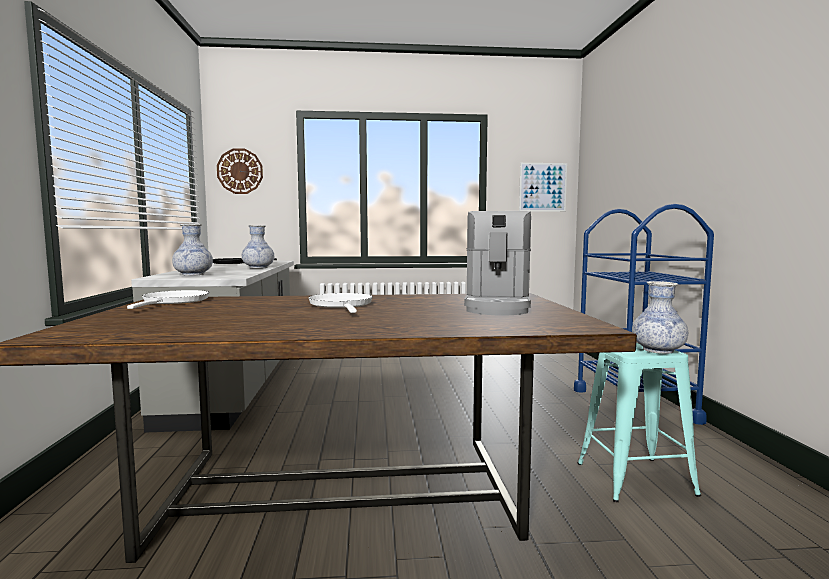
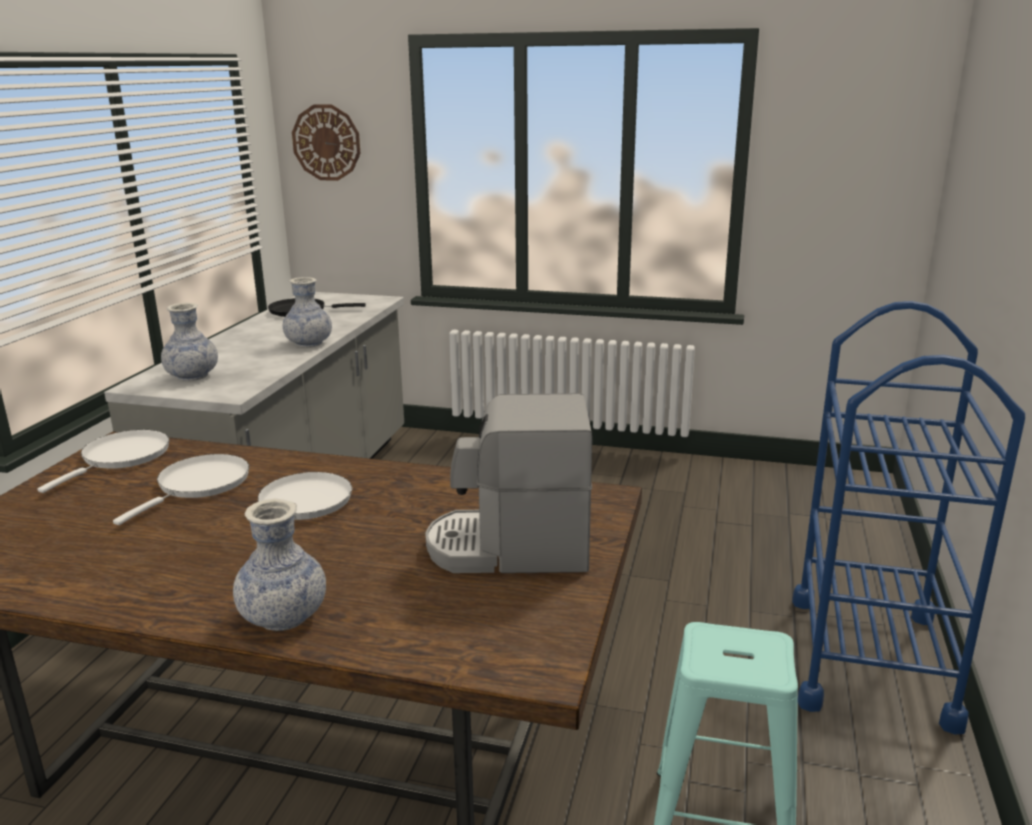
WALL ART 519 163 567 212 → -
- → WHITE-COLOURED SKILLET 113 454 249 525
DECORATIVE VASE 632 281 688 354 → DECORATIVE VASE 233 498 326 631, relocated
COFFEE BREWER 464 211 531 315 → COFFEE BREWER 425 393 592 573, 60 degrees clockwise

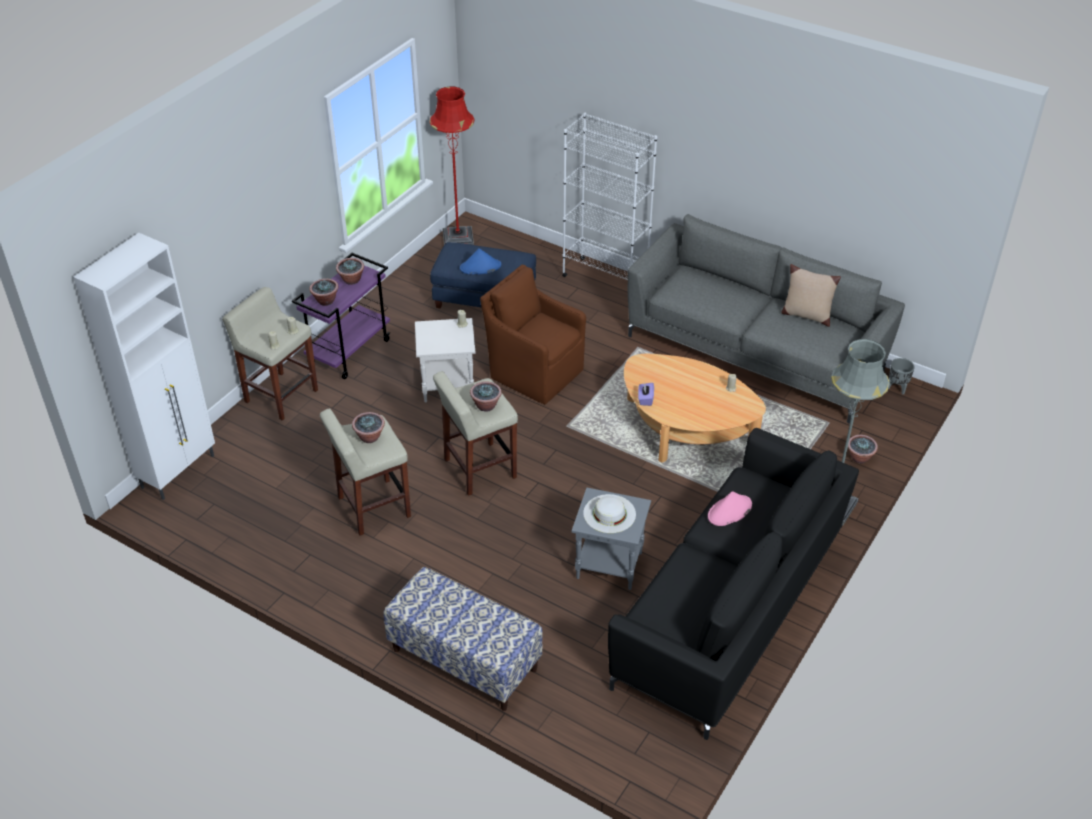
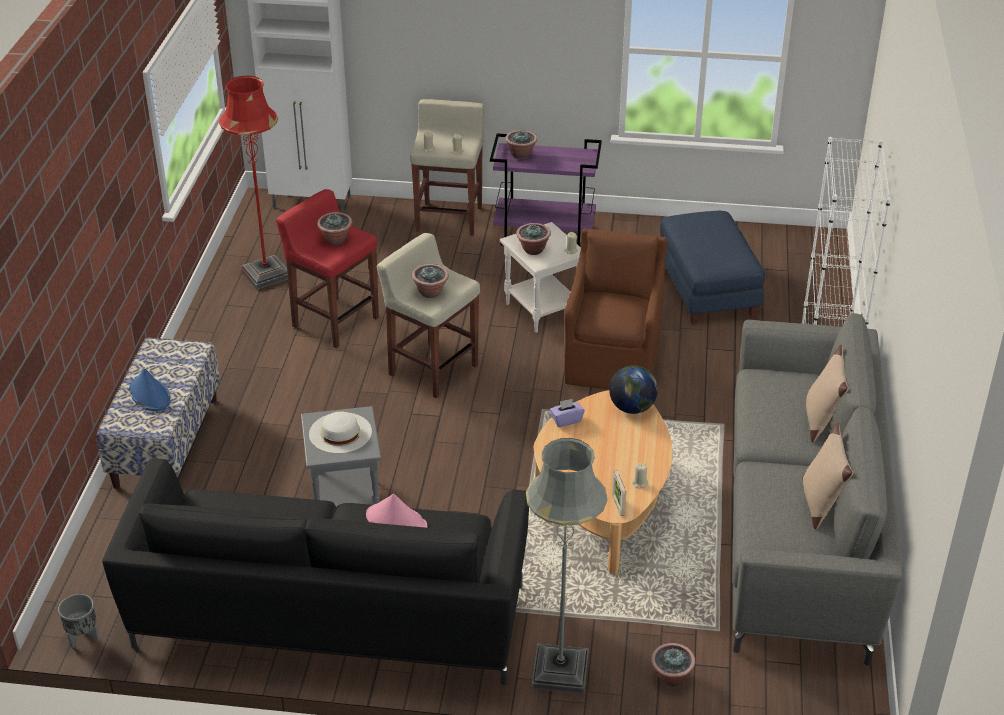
- → GLOBE 609 365 658 414
- → PHOTO FRAME 612 470 626 516
- → BEIGE THROW PILLOW 806 345 849 442
PLANT IN A POT 336 258 364 285 → PLANT IN A POT 516 223 551 255, relocated
RED STANDING LAMP 429 86 475 245 → RED STANDING LAMP 219 76 288 290, relocated
BLUE HAT 460 248 501 274 → BLUE HAT 129 368 171 411, relocated
GREY PLANT POT 888 358 915 395 → GREY PLANT POT 58 594 99 648, relocated
BEIGE SITTING STOOL 320 408 411 535 → RED SITTING STOOL 276 189 379 348

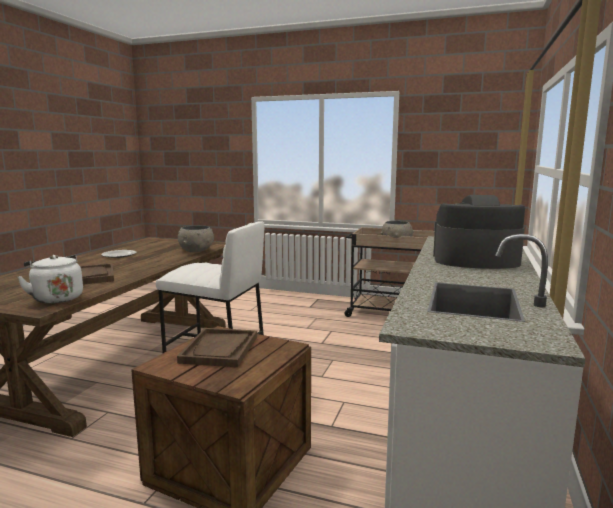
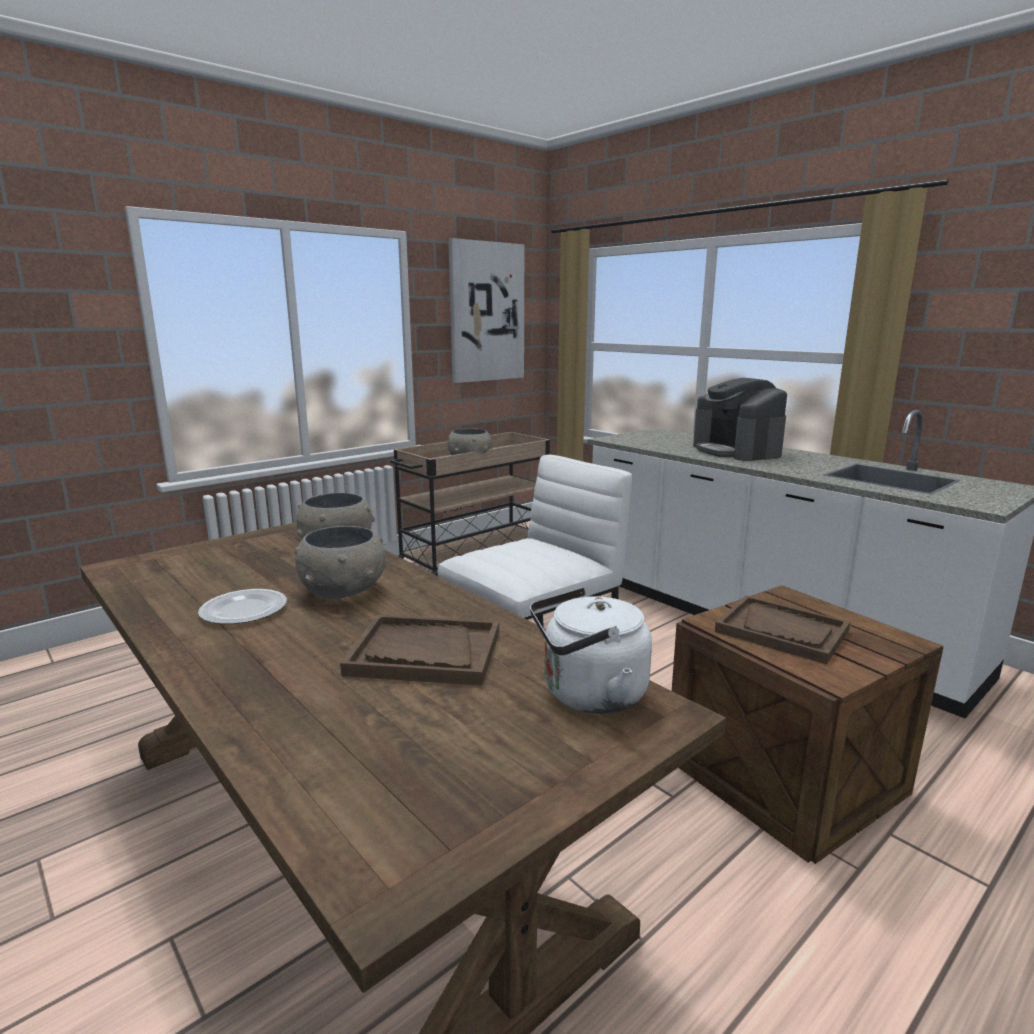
- → GREY DEEP DISH 295 526 386 599
- → WALL ART 448 238 524 383
COFFEE BREWER 433 195 525 269 → COFFEE BREWER 693 378 787 461, 60 degrees counterclockwise

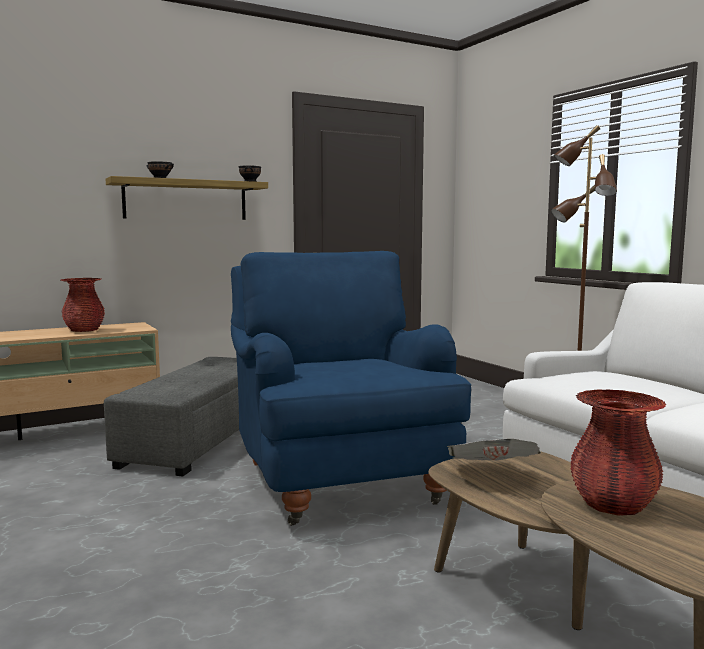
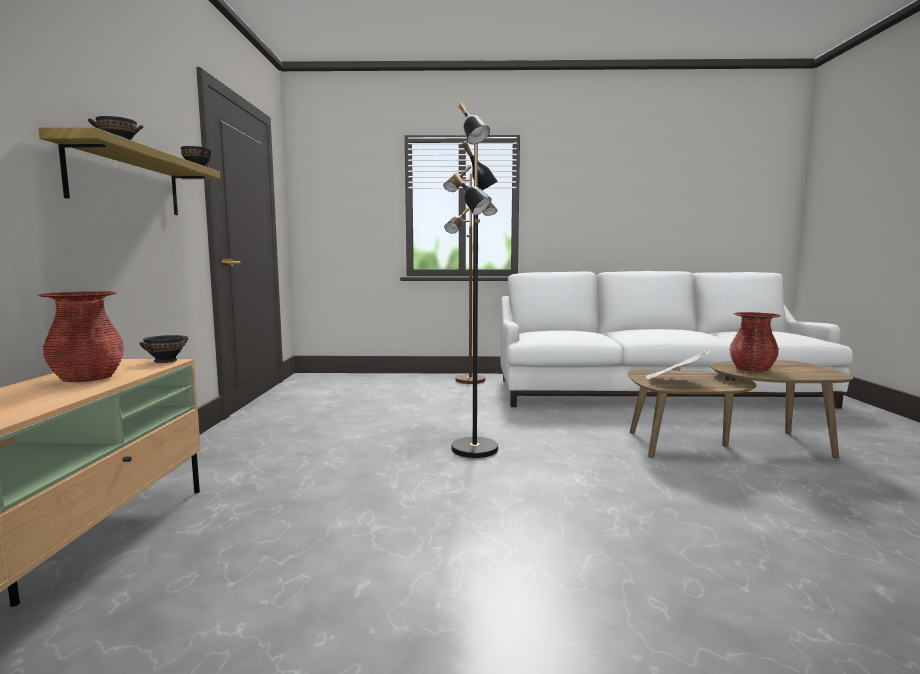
GREY POUFFE 104 357 239 477 → -
- → BLACKISH DEEP DISH 140 335 188 363
BLUE LOUNGE CHAIR 231 251 471 526 → BLACKISH STANDING LAMP 451 103 498 458

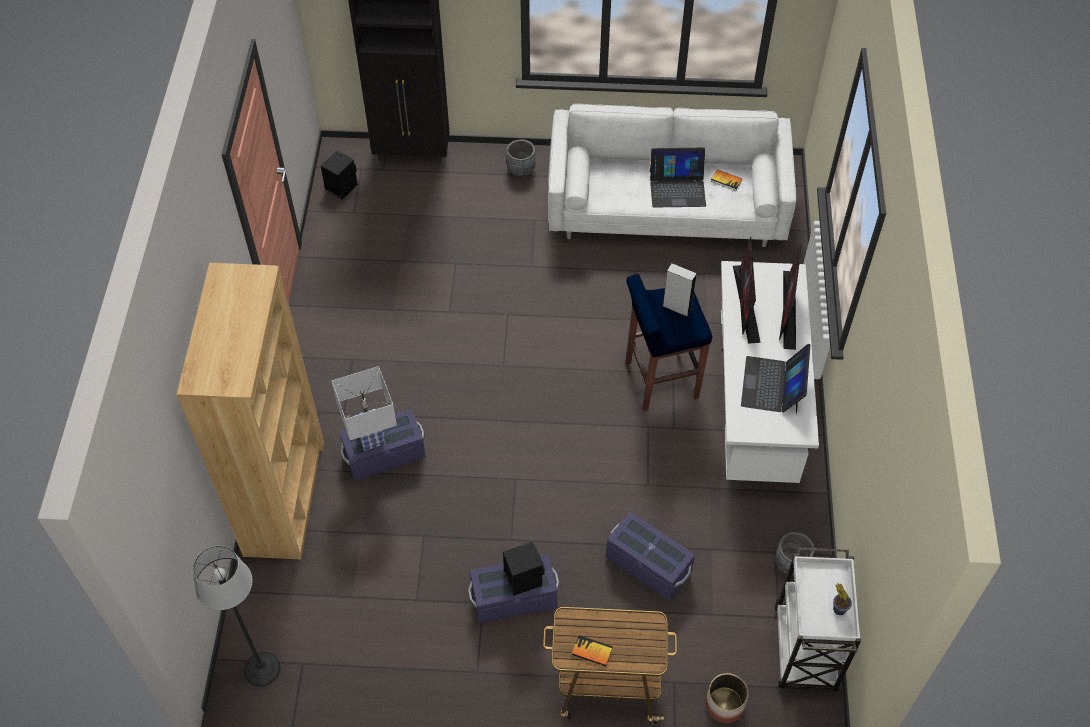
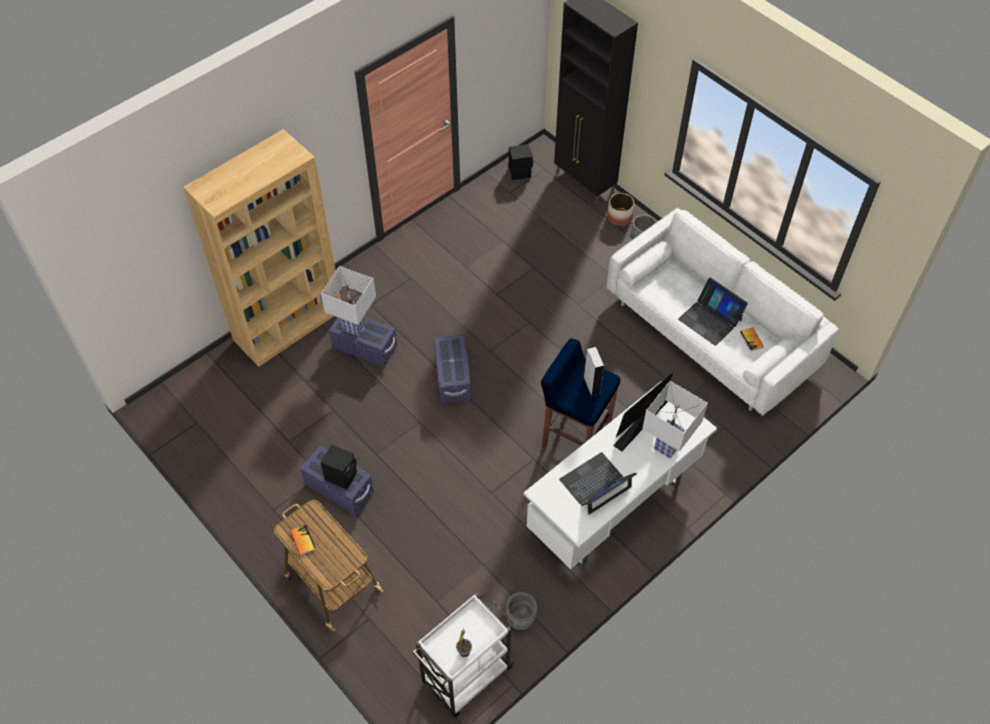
STANDING LAMP 193 546 281 687 → -
PURPLISH STORAGE CONTAINER 606 511 695 601 → PURPLISH STORAGE CONTAINER 434 335 471 404, relocated
PLANT POT 705 673 749 723 → PLANT POT 607 193 634 226, relocated
COMPUTER DISPLAY 779 243 802 350 → WHITE-COLOURED LAMP FOR A TABLE 642 381 708 458

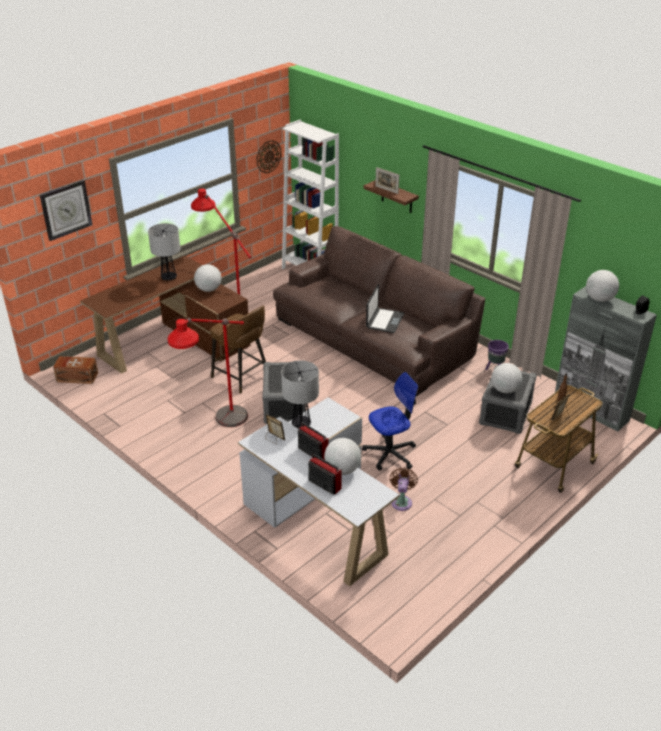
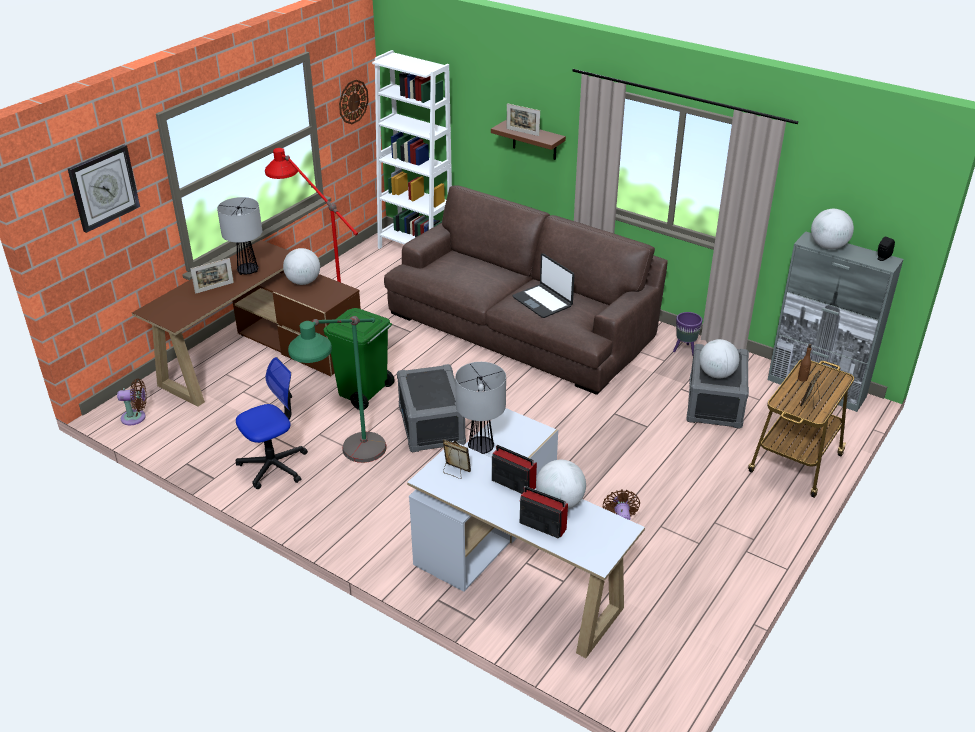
- → PHOTO FRAME 190 258 234 294
COMPUTER CHAIR 362 372 418 471 → COMPUTER CHAIR 236 357 308 489, relocated
BROWNISH STORAGE CONTAINER 53 356 98 384 → BROWNISH FAN 117 379 147 425
BROWNISH SITTING STOOL 210 305 266 394 → GREEN-COLOURED RUBBISH BIN 324 308 395 410
RED STANDING LAMP 168 318 248 427 → GREEN-COLOURED STANDING LAMP 288 316 387 463
LAPTOP 366 285 405 333 → LAPTOP 512 253 575 318, 135 degrees clockwise

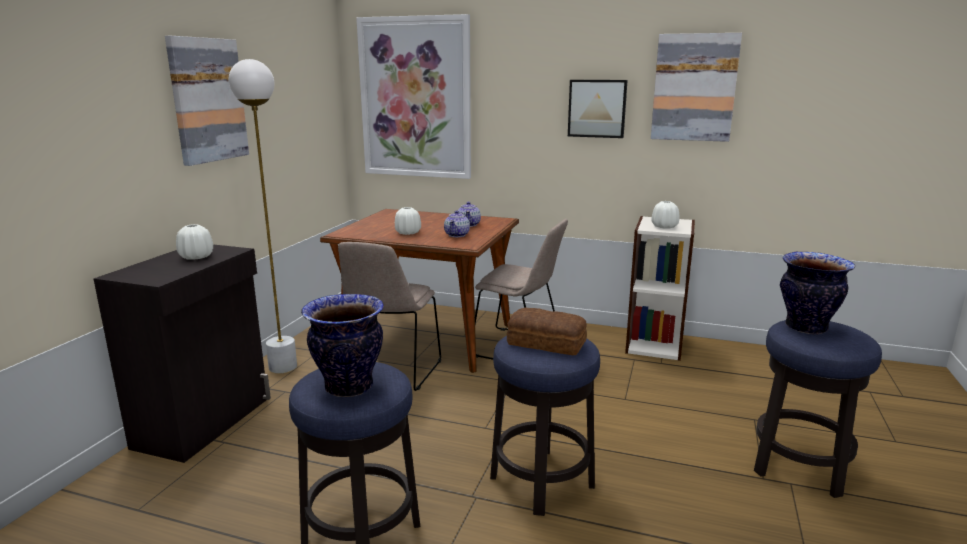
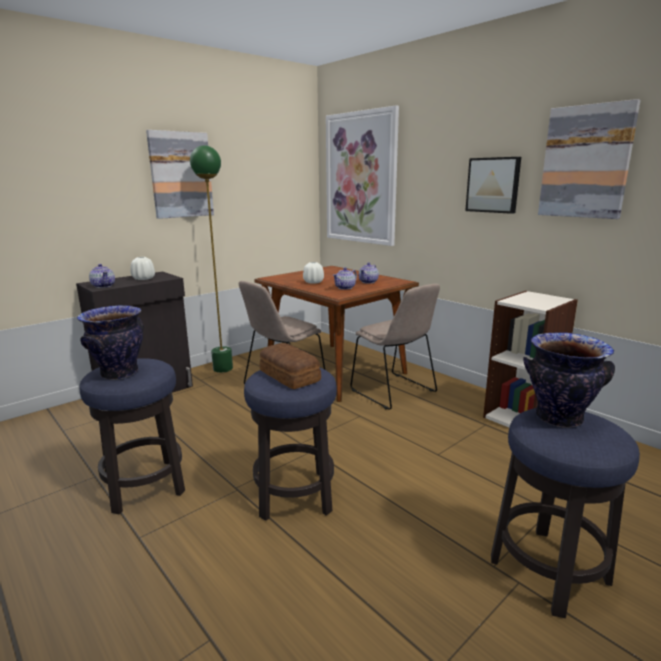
WHITE-COLOURED DECORATIVE VASE 651 201 679 228 → -
- → POT FOR TEA 89 264 115 288
WHITE-COLOURED STANDING LAMP 228 59 297 374 → GREEN-COLOURED STANDING LAMP 190 145 233 373

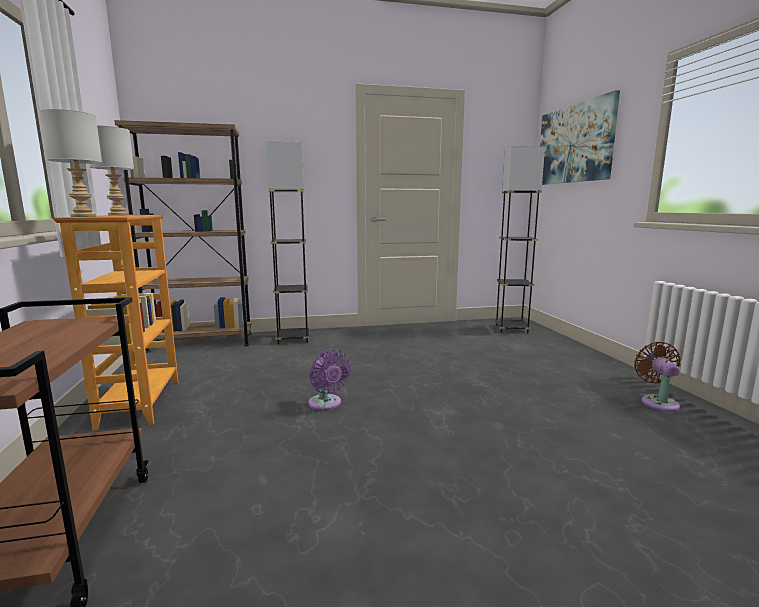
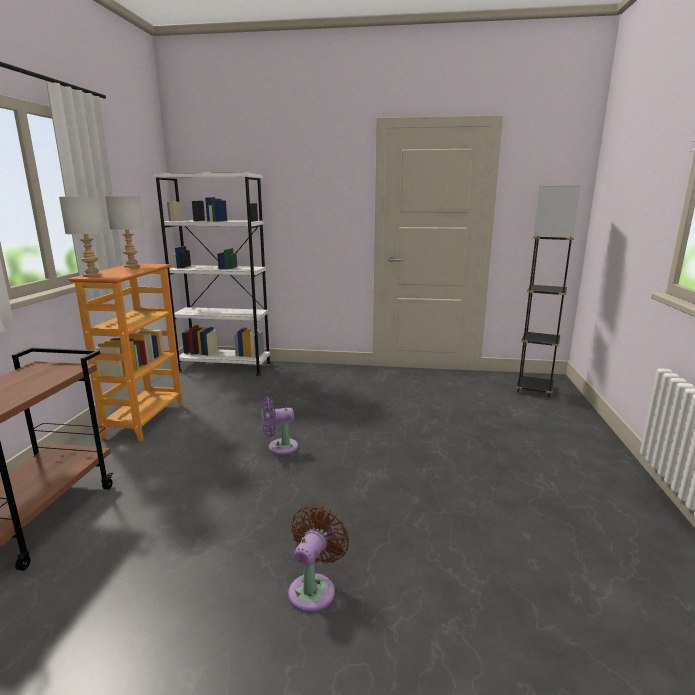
GREY STANDING LAMP 265 141 310 344 → -
WALL ART 540 90 620 185 → -
BROWNISH FAN 634 342 681 412 → BROWNISH FAN 288 505 349 613, relocated
BROWNISH BOOKCASE 114 120 252 353 → WHITE-COLOURED BOOKCASE 153 173 271 376
PURPLISH FAN 308 349 351 410 → PURPLISH FAN 261 397 298 455, 90 degrees clockwise

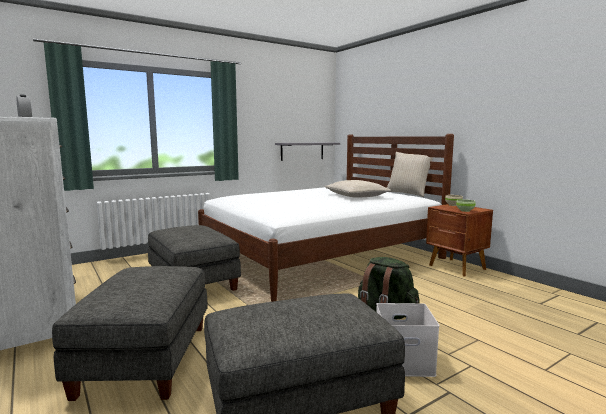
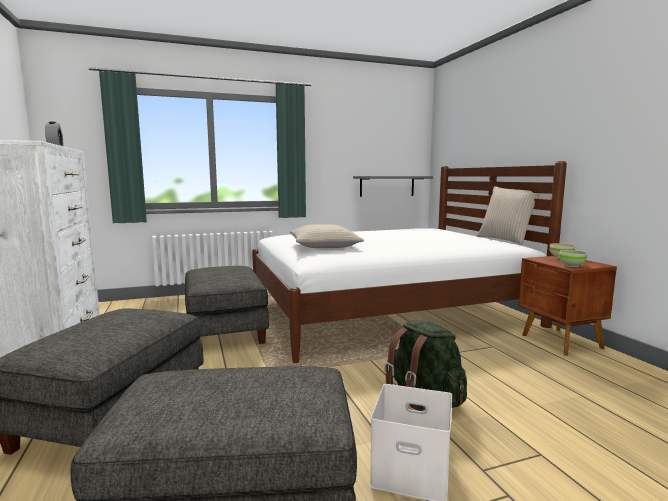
BEIGE THROW PILLOW 325 180 391 198 → BEIGE THROW PILLOW 290 224 364 248, relocated

